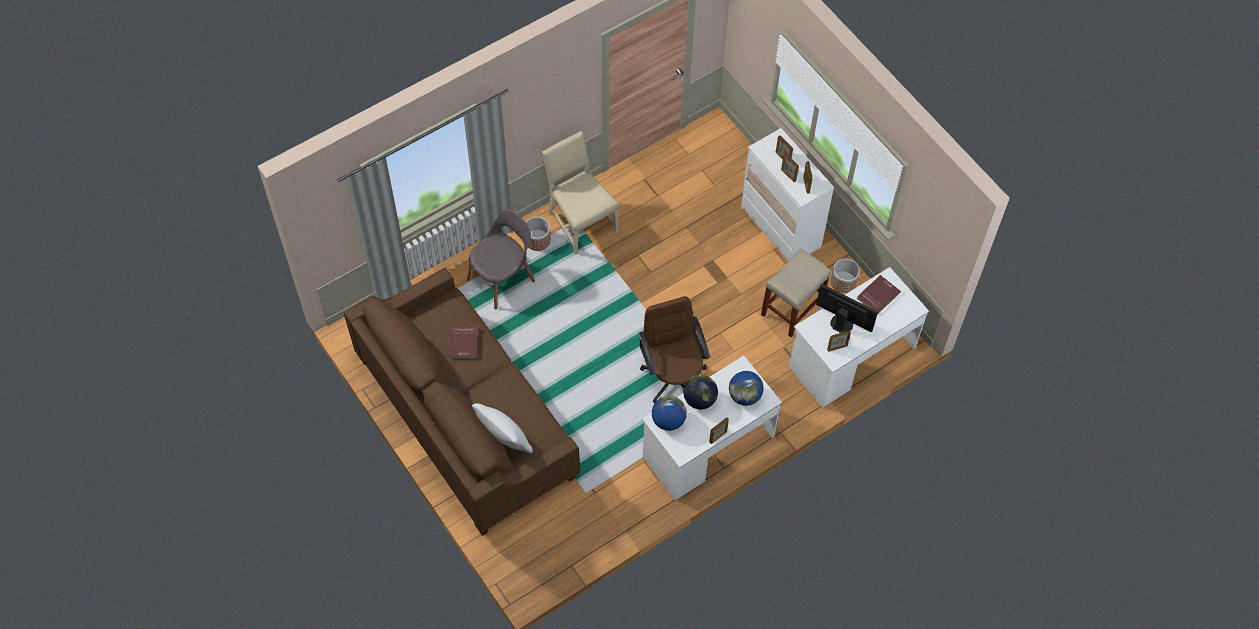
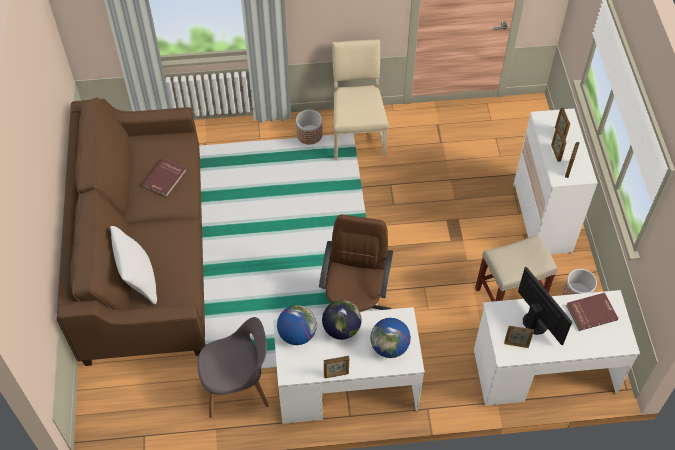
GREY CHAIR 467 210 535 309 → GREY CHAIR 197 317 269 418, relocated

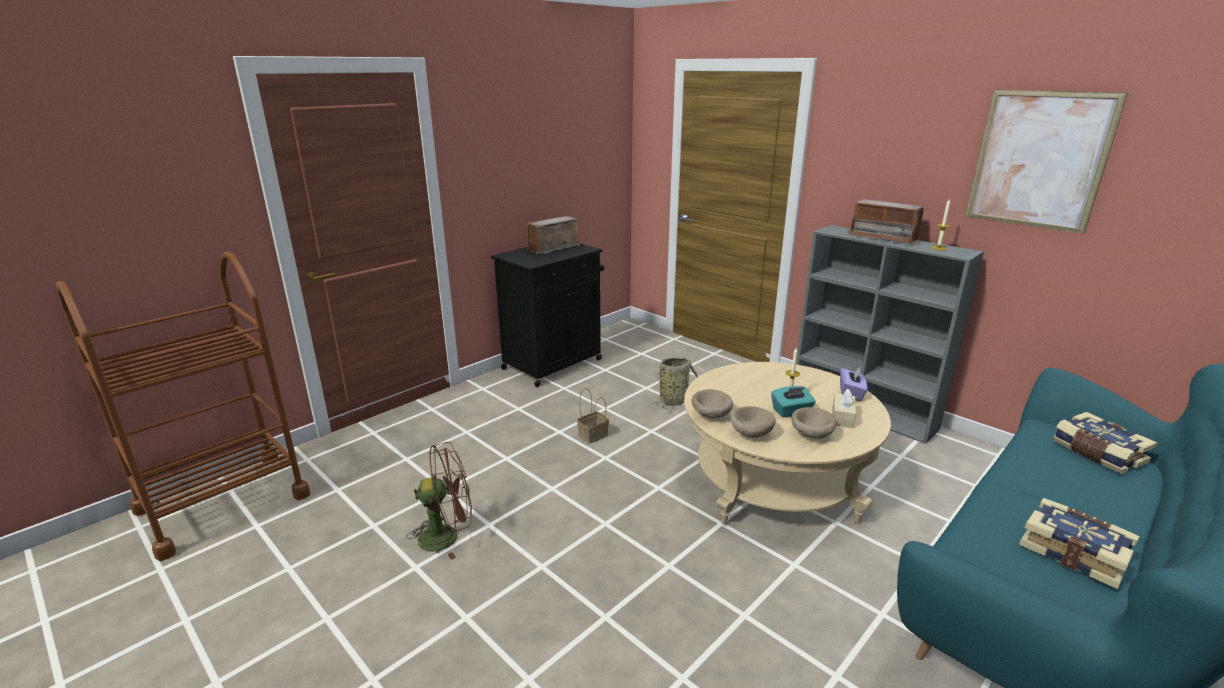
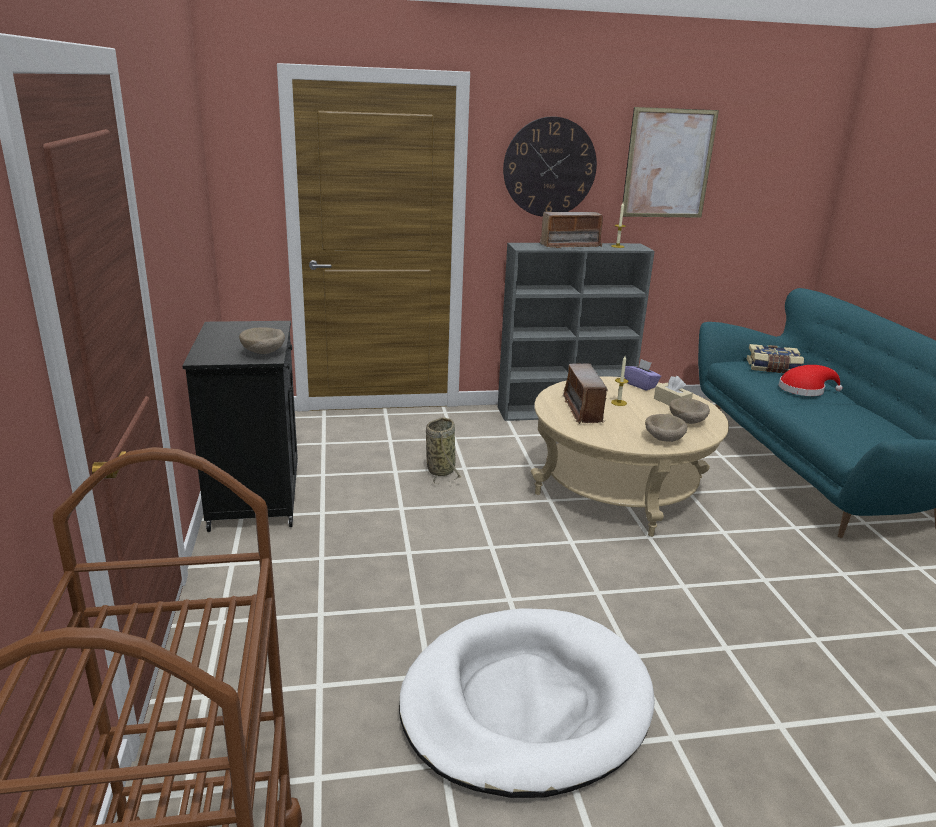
HOUSEHOLD BASKET 577 388 609 444 → -
TURQUOISE-COLOURED TISSUE HOLDER 771 386 816 417 → -
VOLUME 1019 498 1139 589 → -
- → WALL CLOCK 503 116 597 217
- → RED HAT 779 365 843 396
RADIO RECEIVER 526 216 579 254 → RADIO RECEIVER 563 363 608 424, relocated
BEIGE DEEP DISH 692 389 733 418 → BEIGE DEEP DISH 239 327 285 354, relocated
BROWNISH FAN 406 442 472 560 → WHITE-COLOURED DOG CUSHION 399 609 655 798

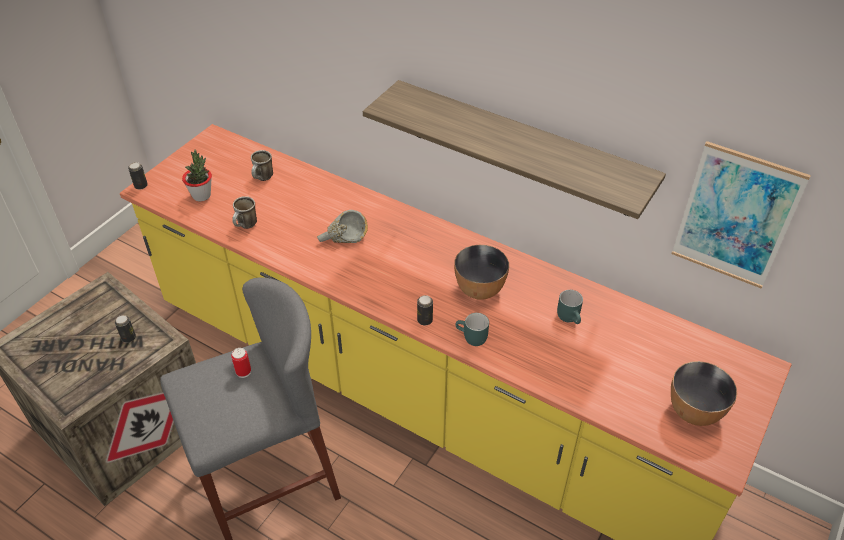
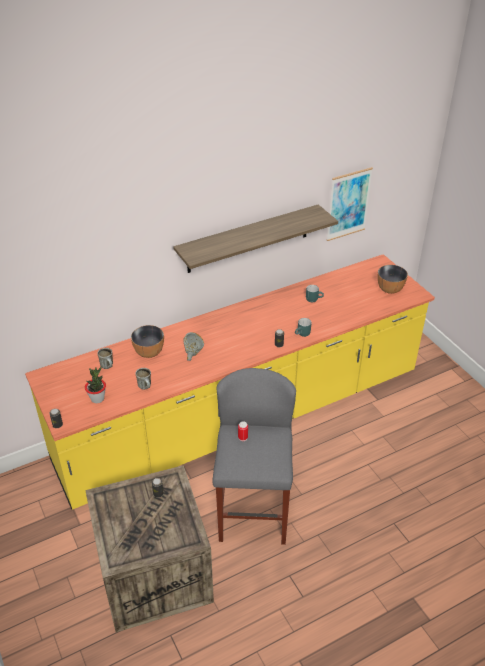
DEEP DISH 454 245 509 300 → DEEP DISH 131 325 164 358, relocated

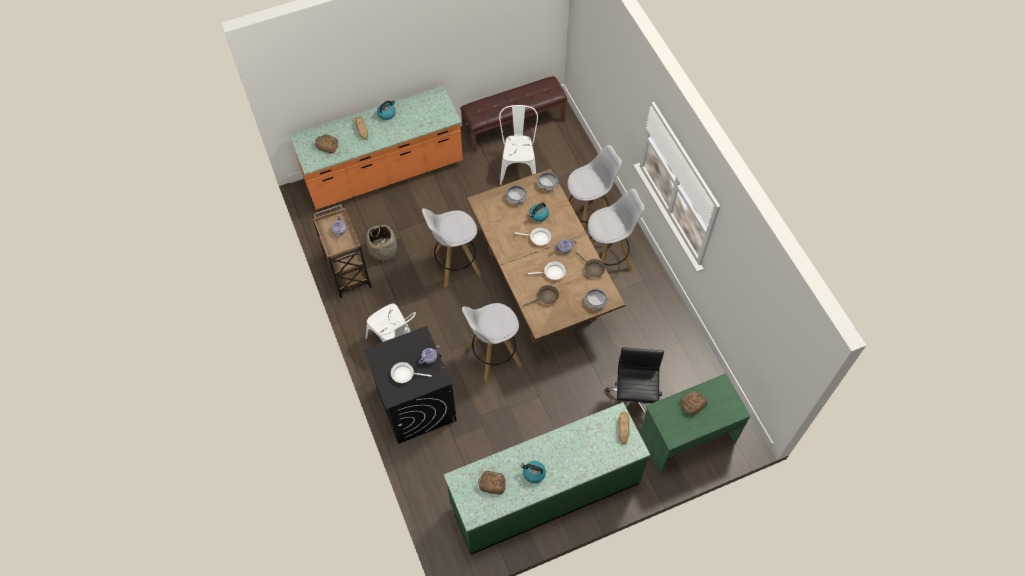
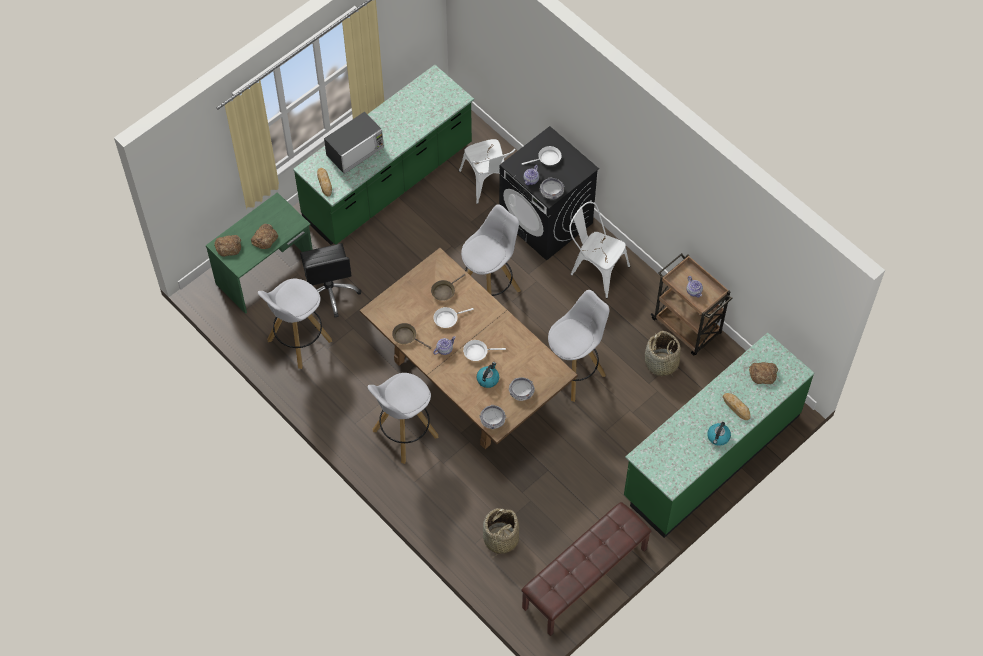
TEA KETTLE 520 461 546 483 → -
- → MICROWAVE 324 112 384 174
- → HOUSEHOLD BASKET 483 508 519 557
BAKERY BREAD 478 470 506 495 → BAKERY BREAD 214 235 241 257, relocated
WHITE-COLOURED CHAIR 499 105 538 185 → WHITE-COLOURED CHAIR 459 139 516 204, relocated
WHITE-COLOURED SITTING STOOL 568 145 622 229 → WHITE-COLOURED SITTING STOOL 258 279 332 369, relocated
DEEP DISH 584 289 608 309 → DEEP DISH 539 178 565 199, relocated
ORANGEY KITCHEN COUNTER 289 86 463 210 → GREEN-COLOURED KITCHEN COUNTER 624 333 814 538

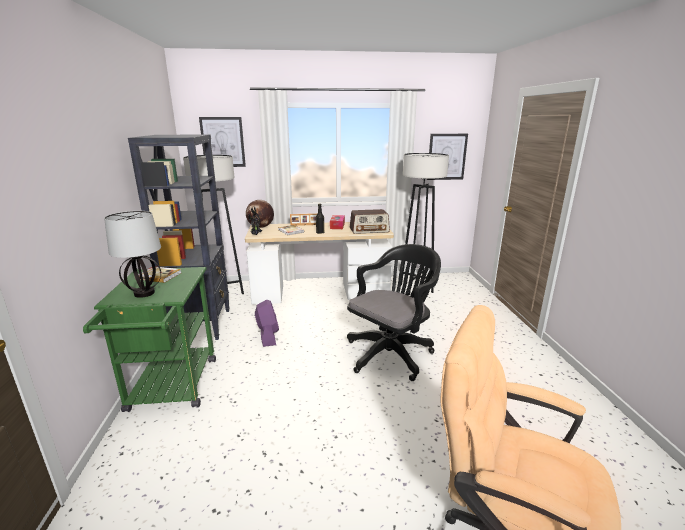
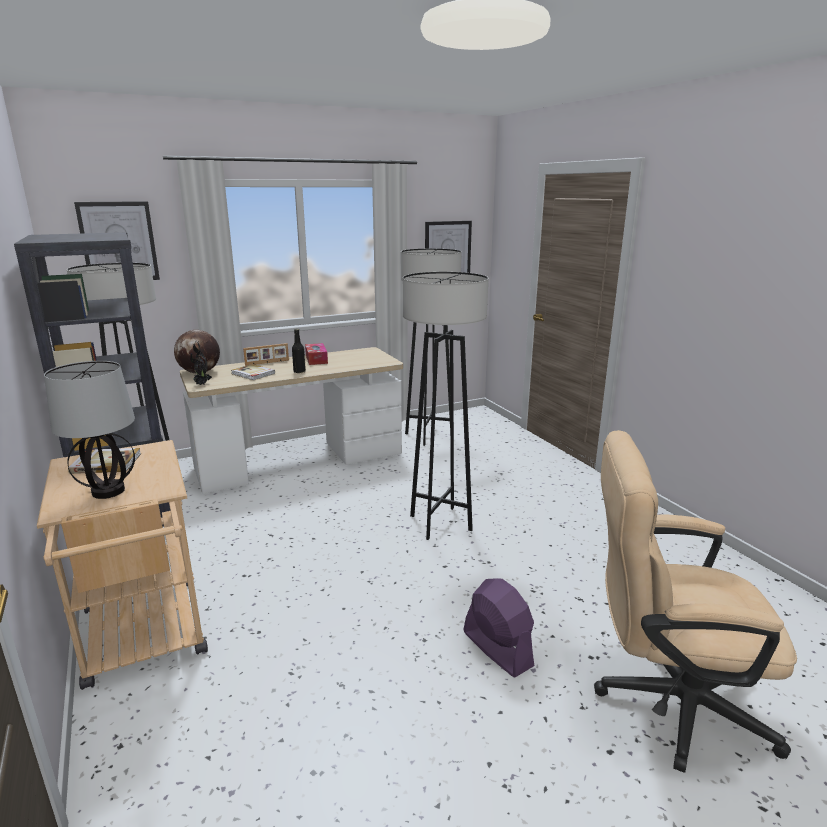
RADIO RECEIVER 350 209 390 234 → -
PURPLISH FAN 255 300 279 347 → PURPLISH FAN 463 578 534 677, relocated
BLACKISH COMPUTER CHAIR 347 244 441 381 → GREY STANDING LAMP 403 272 489 540
GREEN-COLOURED TROLLEY 83 267 216 412 → BEIGE TROLLEY 37 440 208 690

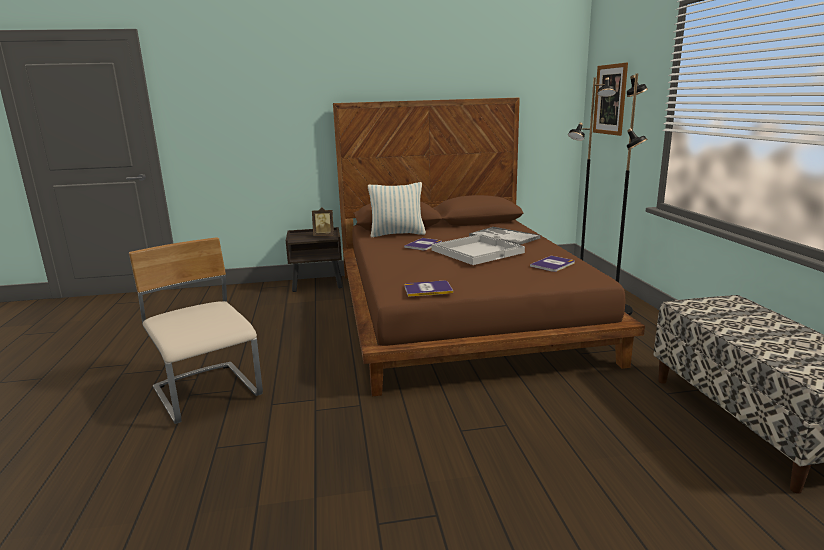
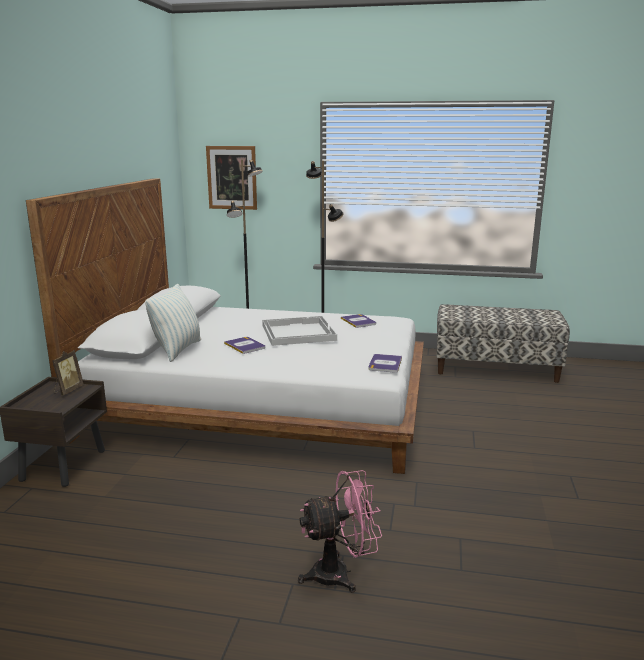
CARRYING TRAY 469 227 541 245 → -
BEIGE CHAIR 129 237 263 424 → PINK-COLOURED FAN 298 470 382 593
BROWNISH BED 333 98 645 396 → WHITE-COLOURED BED 26 178 424 474

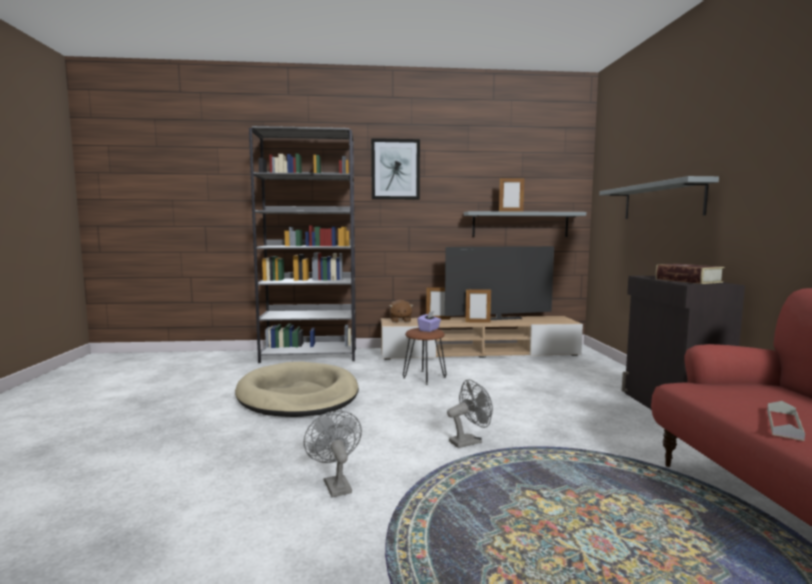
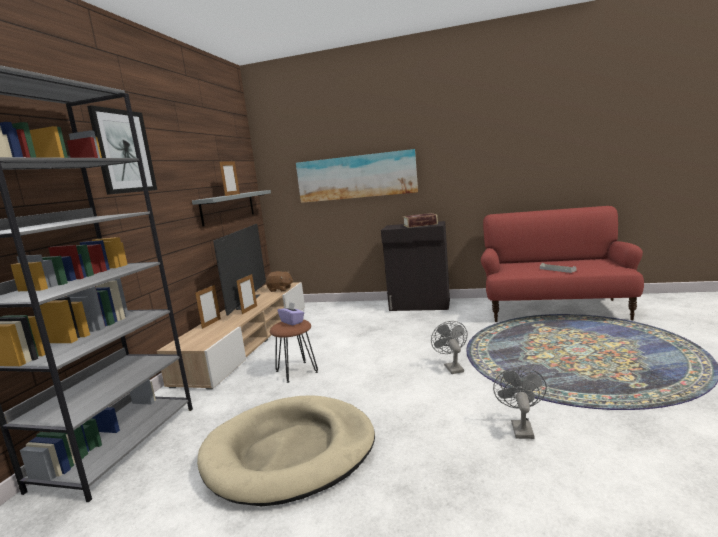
BROWNISH PLUSH TOY 389 300 413 323 → BROWNISH PLUSH TOY 266 271 293 292, relocated
GREY WALL SHELF 599 176 719 219 → WALL ART 296 149 418 203
GREY FAN 304 410 362 498 → GREY FAN 493 367 547 439, 105 degrees clockwise

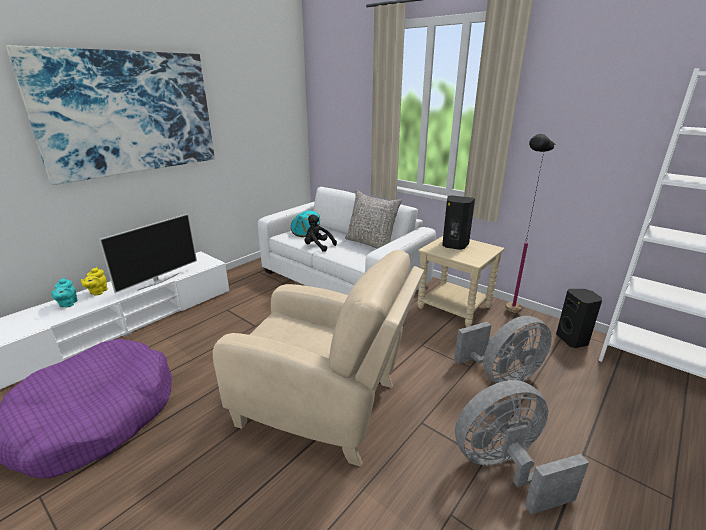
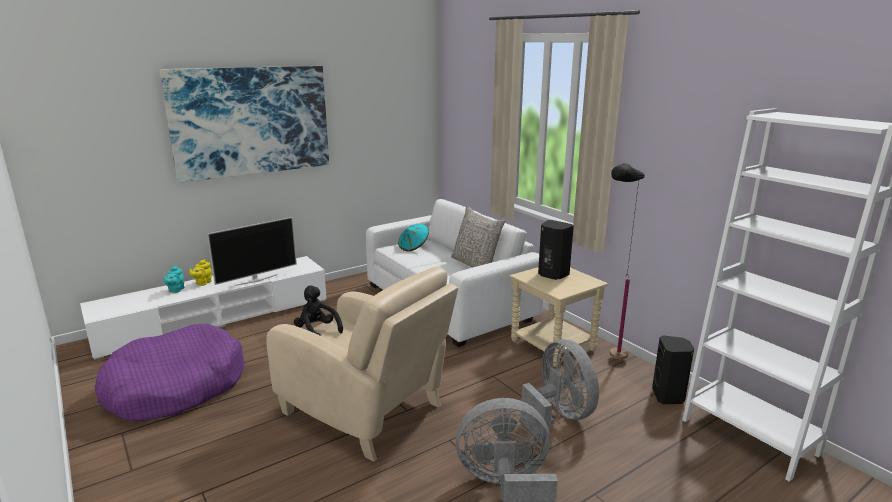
BLACKISH PLUSH TOY 304 214 337 252 → BLACKISH PLUSH TOY 294 286 343 336, relocated
GREY FAN 454 316 552 383 → GREY FAN 520 339 599 444, 105 degrees counterclockwise

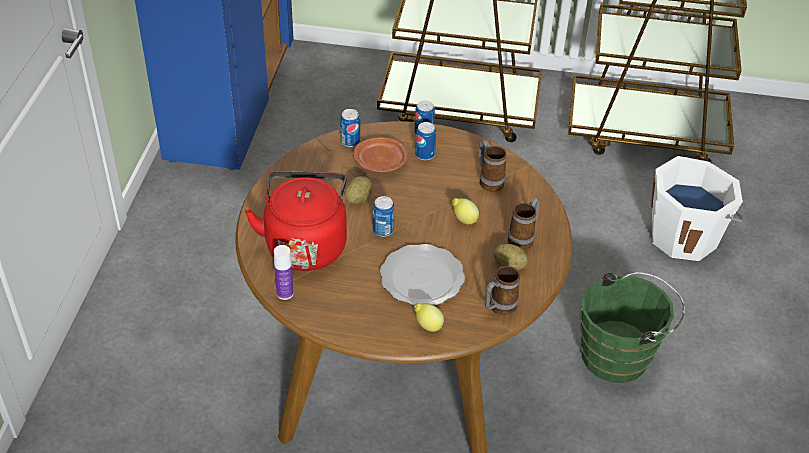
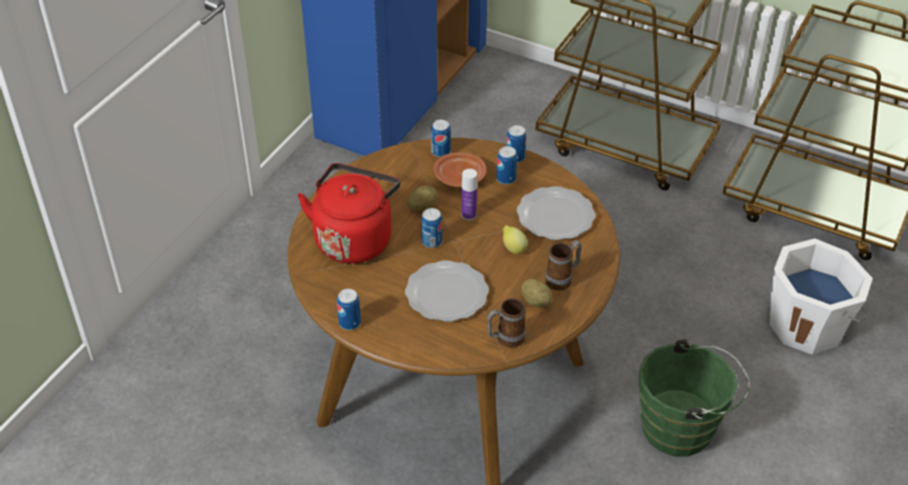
LEMON 414 303 444 332 → -
- → METAL CAN 337 289 361 330
DRINK BOTTLE 274 245 294 300 → DRINK BOTTLE 461 169 477 220, relocated
MUG 479 140 507 192 → FLAT DISH 517 186 595 240

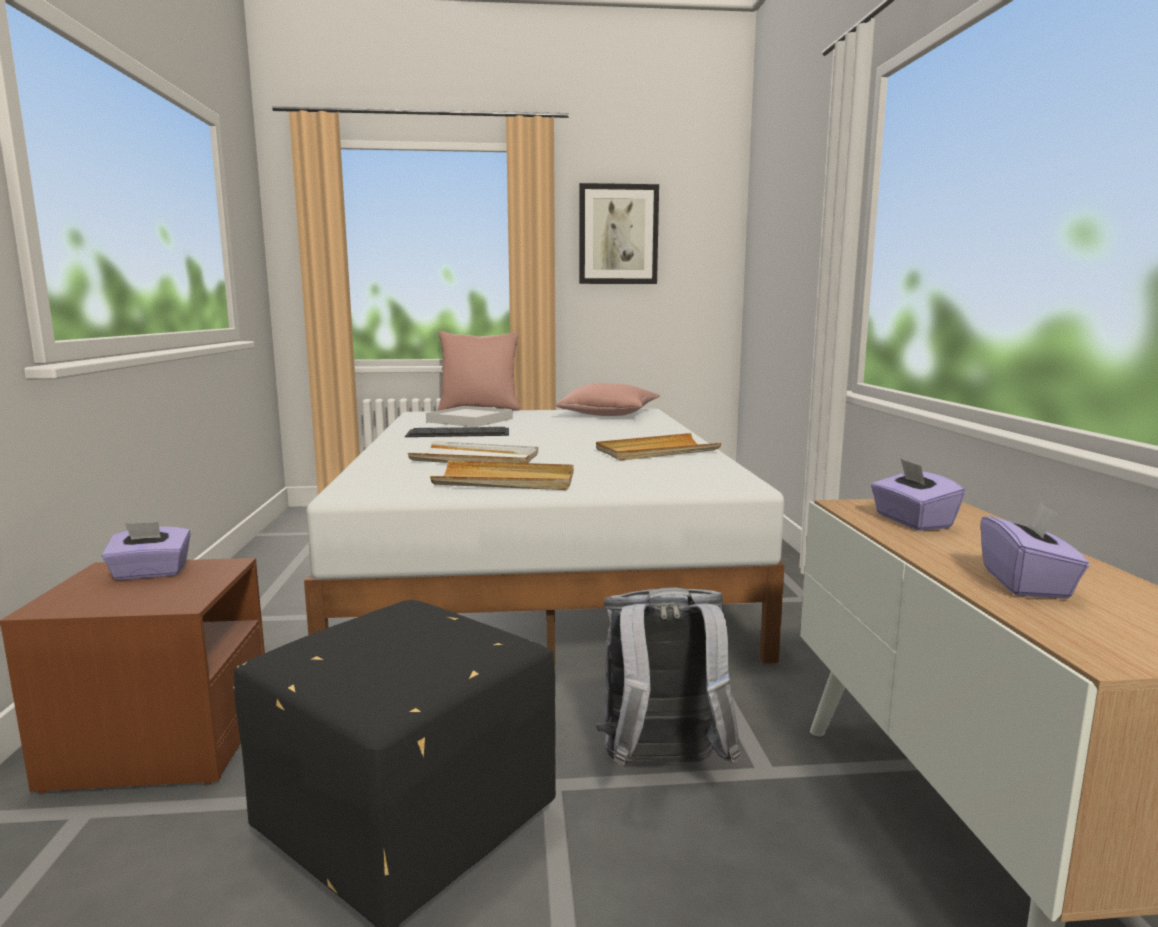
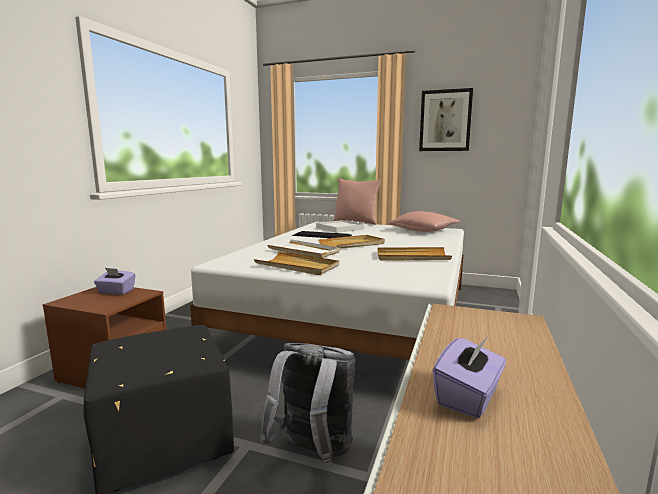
PURPLISH TISSUE HOLDER 871 458 965 531 → -
- → BEIGE CARRYING TRAY 318 235 385 249

